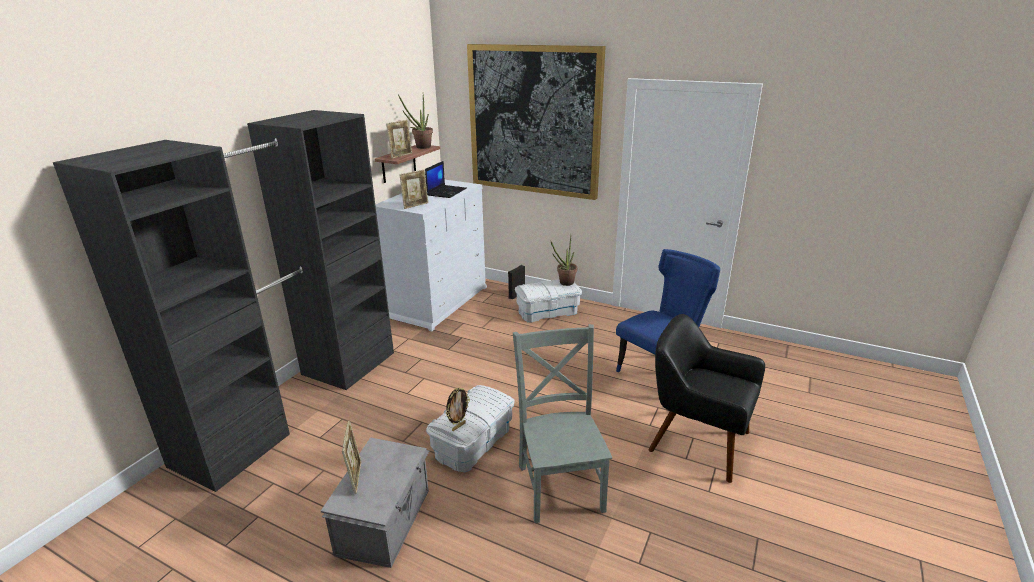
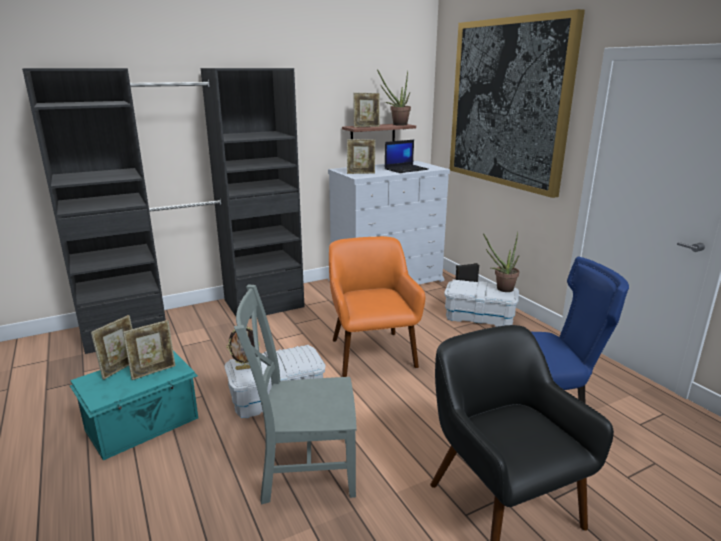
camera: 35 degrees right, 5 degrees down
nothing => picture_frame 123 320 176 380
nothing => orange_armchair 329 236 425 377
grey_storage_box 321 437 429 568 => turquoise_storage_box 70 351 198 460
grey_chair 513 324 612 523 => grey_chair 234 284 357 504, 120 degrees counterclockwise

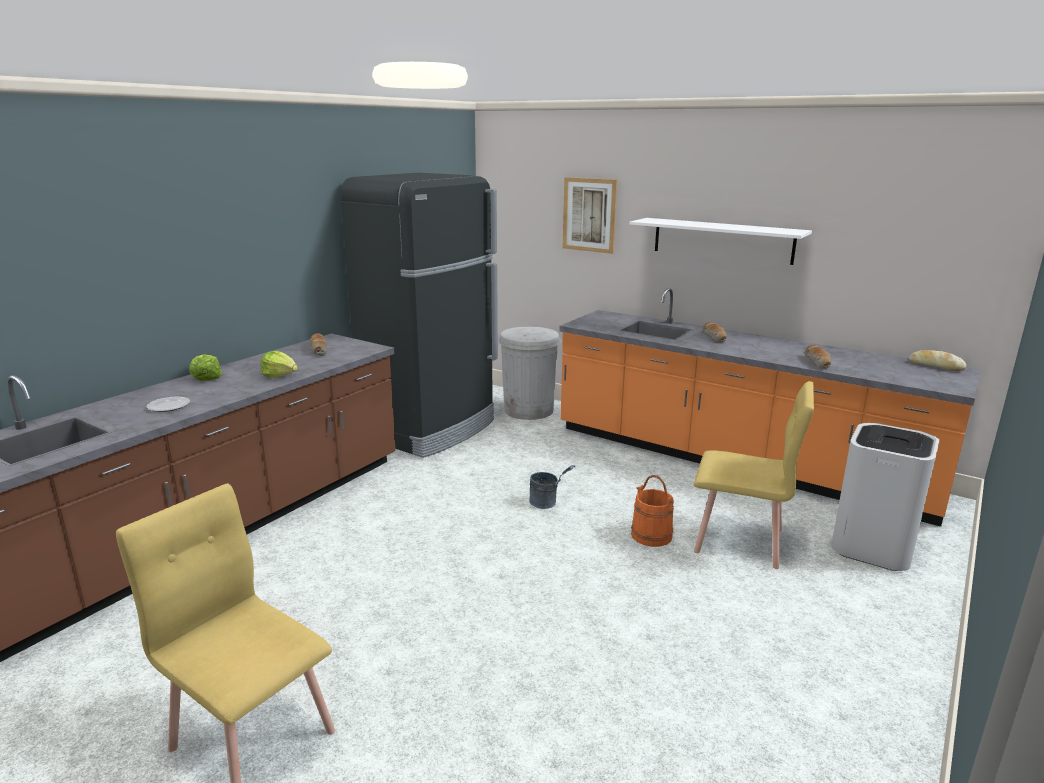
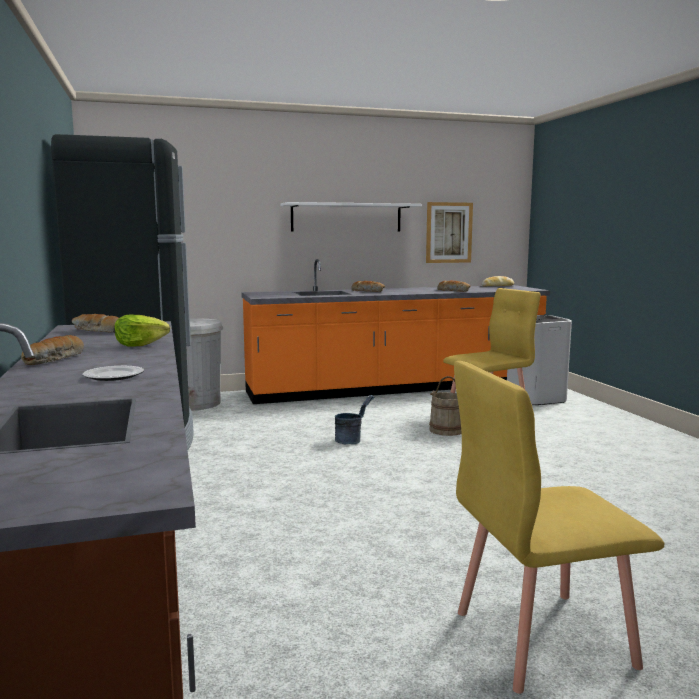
camera: 50 degrees left, 10 degrees down
picture 563 177 618 254 => picture 426 202 473 263, moved
lettuce 189 354 222 381 => bread 21 335 84 365
orange_bucket 631 475 674 547 => beige_bucket 429 376 462 436

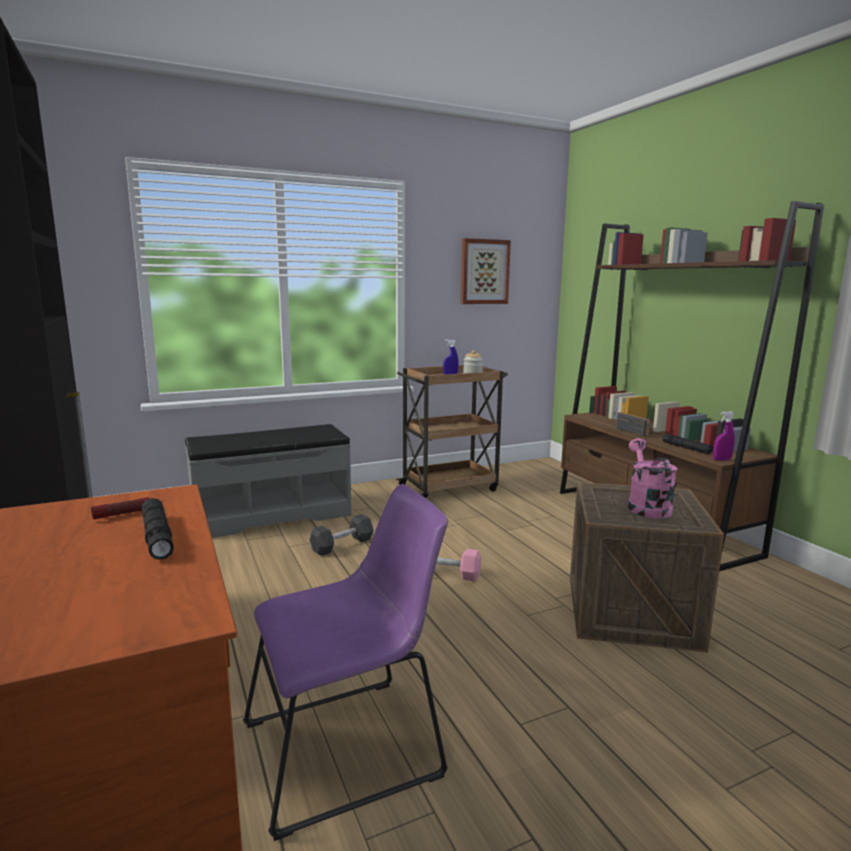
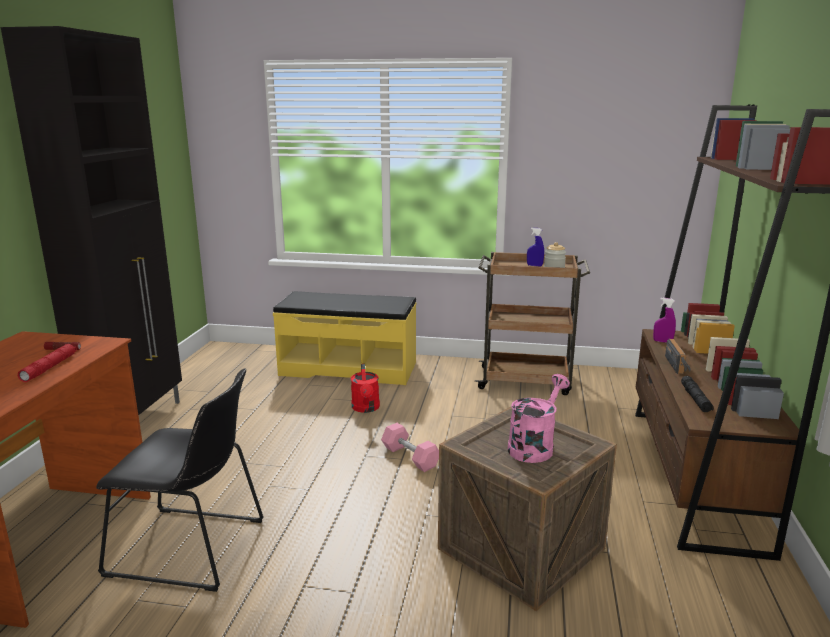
camera: 35 degrees right, 5 degrees up
picture 461 238 511 304 => nothing
purple_spray_bottle 713 412 735 460 => purple_spray_bottle 653 298 676 343, moved
grey_dumbbell 310 514 374 556 => red_watering_can 351 364 380 413
black_flashlight 141 498 174 560 => red_flashlight 18 344 77 382
grey_bench 185 424 351 538 => yellow_bench 273 291 416 385
purple_chair 243 484 448 841 => black_chair 96 368 264 592

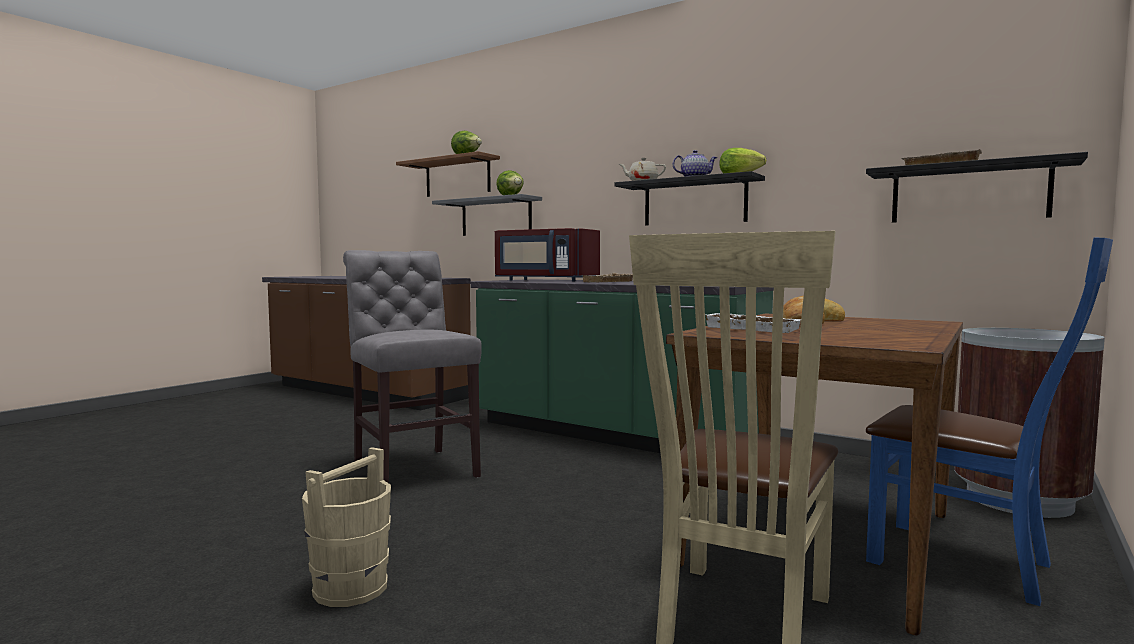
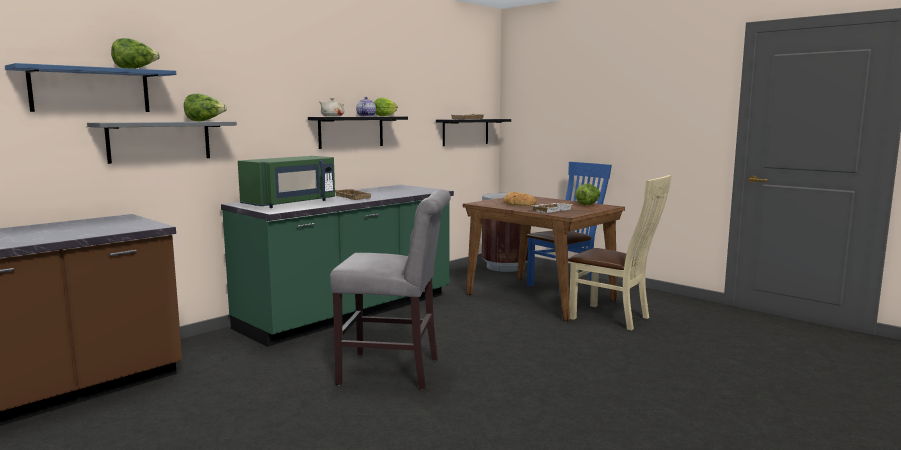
camera: 80 degrees left, 5 degrees up
beige_bucket 302 447 391 607 => nothing
nothing => lettuce 575 184 600 205
brown_shelf 396 151 500 197 => blue_shelf 5 63 176 112
red_microwave 495 228 600 282 => green_microwave 238 156 335 208
grey_chair 343 250 482 483 => grey_chair 330 189 451 390, 150 degrees counterclockwise

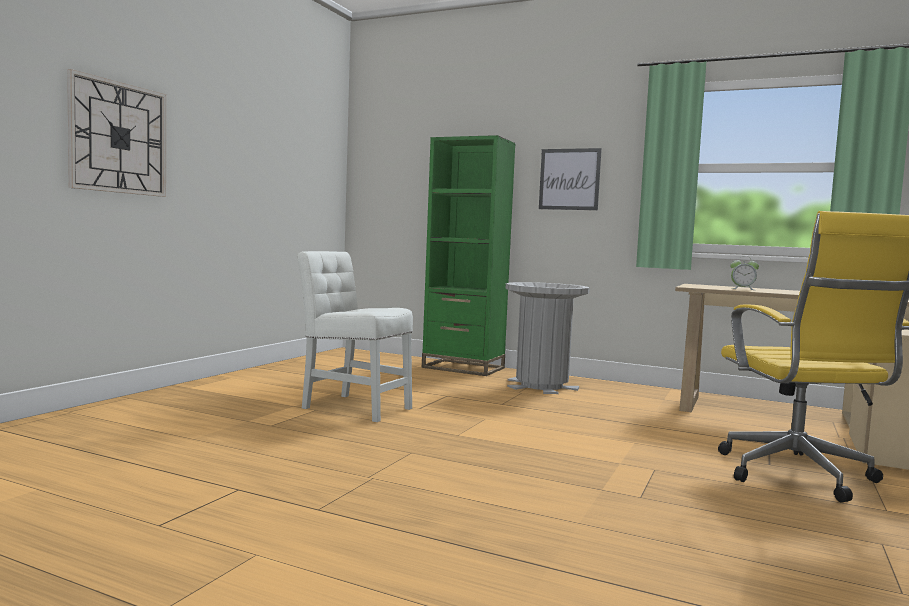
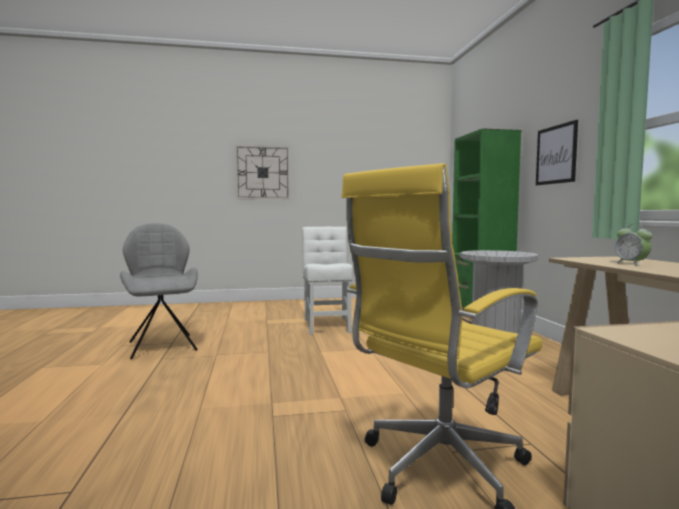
camera: 55 degrees right, 0 degrees up
nothing => grey_chair 120 223 198 359

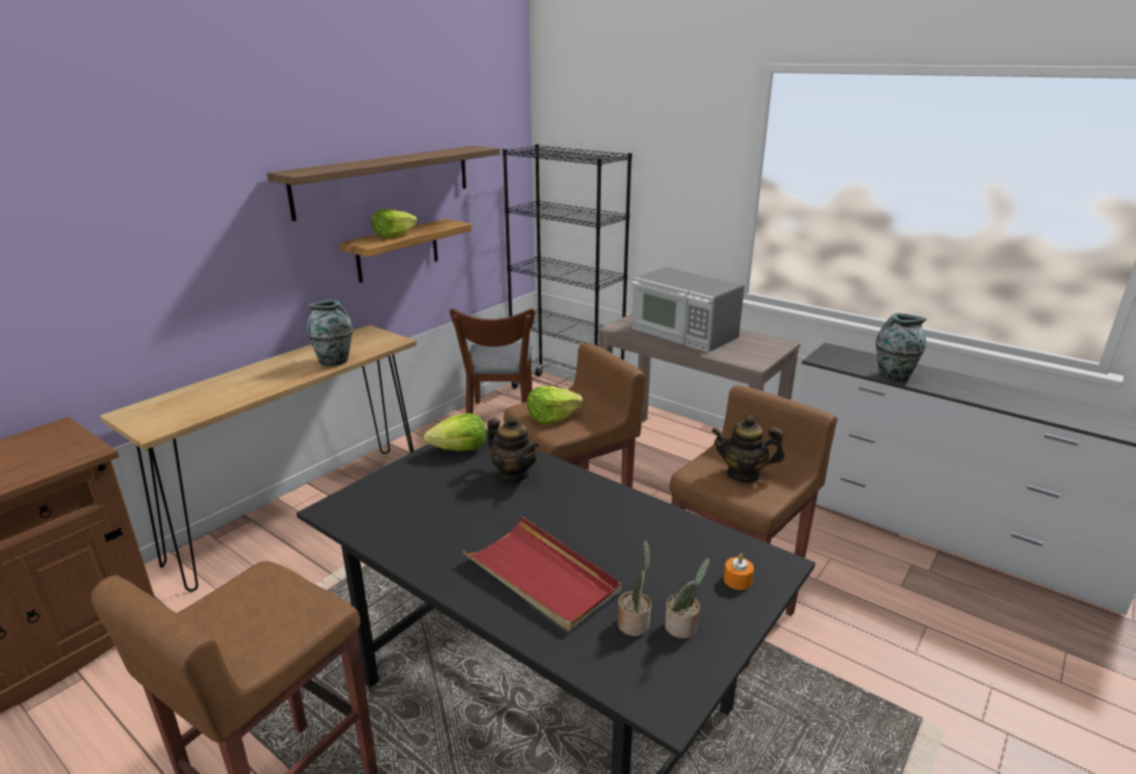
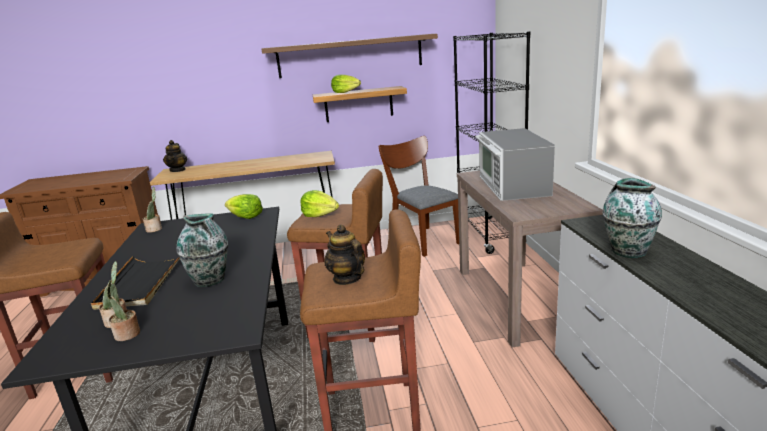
camera: 45 degrees right, 5 degrees down
orange_candle 724 554 754 590 => nothing
nothing => potted_plant 143 187 162 233
vase 307 299 353 366 => vase 177 213 228 287, moved
teapot 487 416 539 482 => teapot 163 140 187 172, moved
red_tray 462 516 622 631 => black_tray 91 256 180 310
brown_chair 450 308 535 414 => brown_chair 378 136 459 257, 105 degrees clockwise

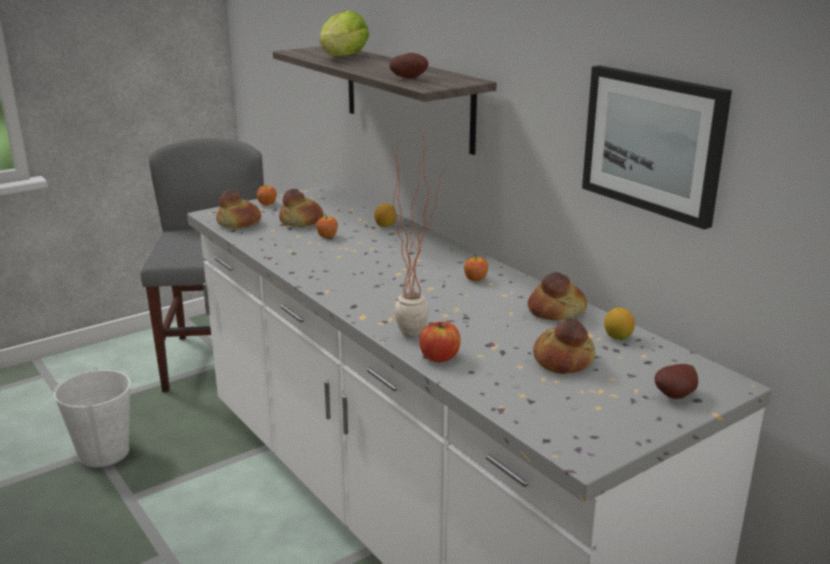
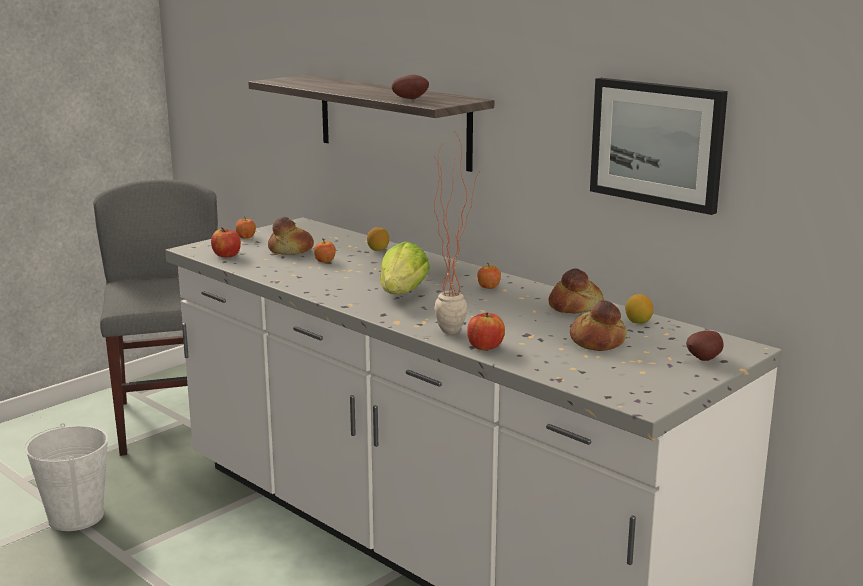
camera: 10 degrees left, 5 degrees down
lettuce 320 10 369 56 => lettuce 380 242 430 295, moved
bread 216 190 261 228 => apple 211 227 241 257

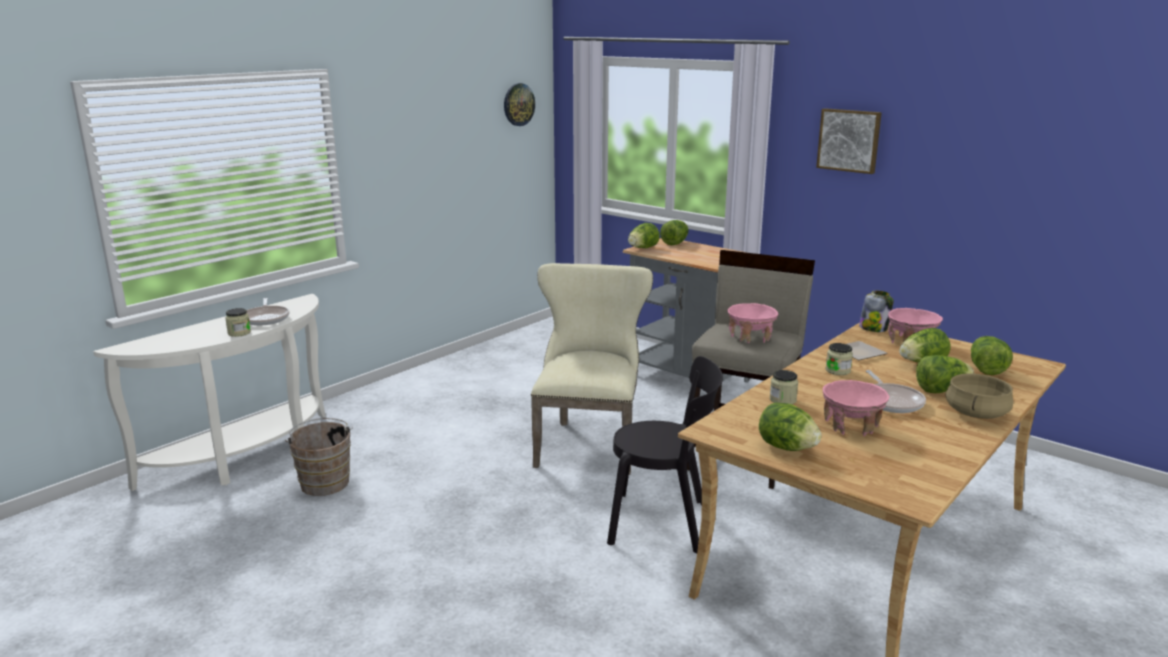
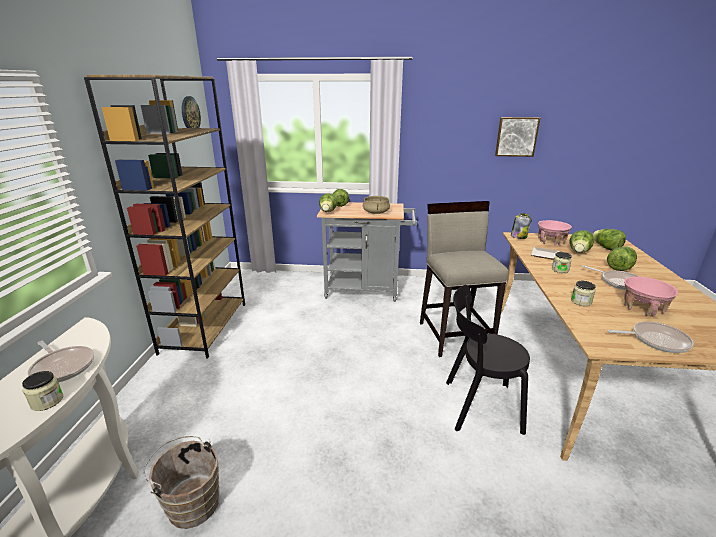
camera: 35 degrees left, 5 degrees up
beige_chair 531 263 653 475 => nothing
pink_bowl 727 303 778 343 => nothing
nothing => brown_bookcase 84 75 245 359
picture 816 108 882 174 => picture 495 117 540 157, moved
beige_cooking_pot 945 373 1013 419 => beige_cooking_pot 363 196 390 214, moved
lettuce 759 402 821 451 => frying_pan 607 321 694 353
black_chair 607 356 723 554 => black_chair 446 285 530 435, 150 degrees counterclockwise

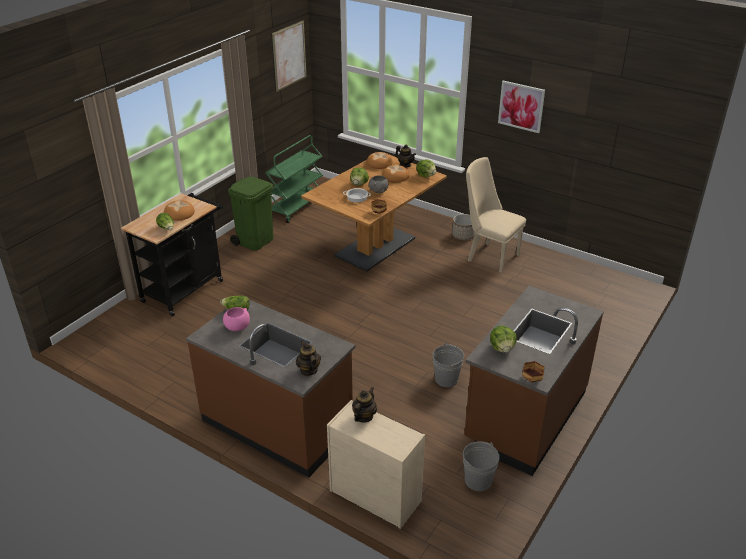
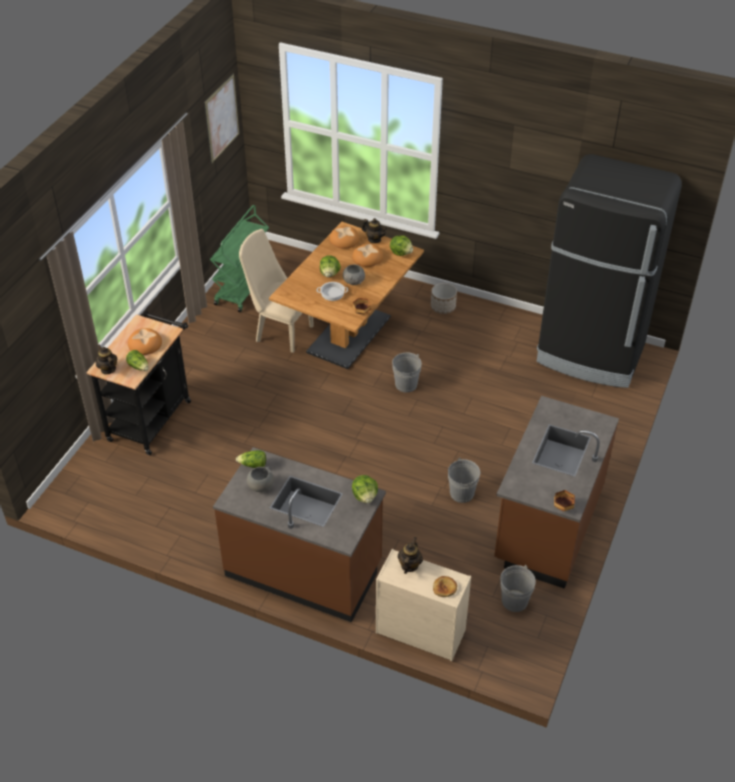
camera: 10 degrees left, 10 degrees up
green_trash_can 228 176 274 251 => nothing
picture 498 81 545 133 => nothing
nothing => grey_bucket 392 352 422 393
nothing => bread 433 576 457 597
nothing => black_fridge 537 154 682 388
teapot 296 340 321 376 => teapot 96 344 117 375, moved
beige_chair 466 157 526 273 => beige_chair 239 229 314 353, moved
lettuce 490 325 516 353 => lettuce 352 475 378 504, moved
pink_bowl 223 307 250 331 => grey_bowl 247 466 274 492

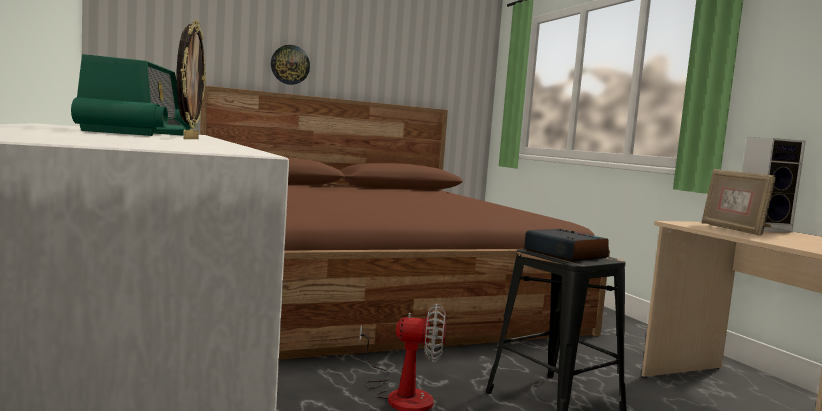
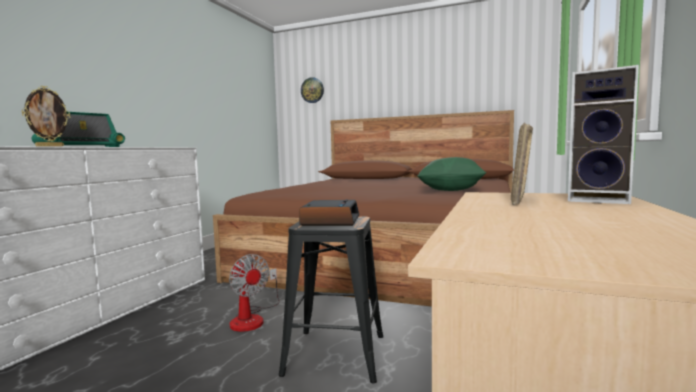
camera: 45 degrees right, 0 degrees up
nothing => green_pillow 418 157 486 191
wall_clock 271 45 310 85 => wall_clock 301 77 324 103, moved

